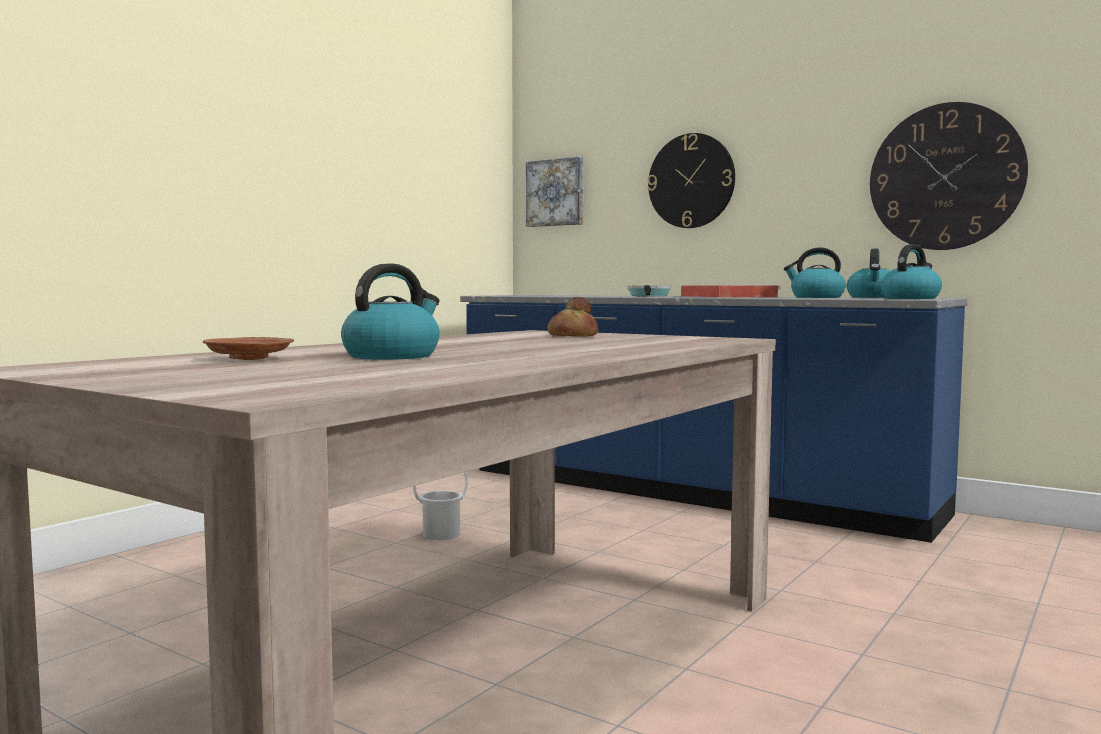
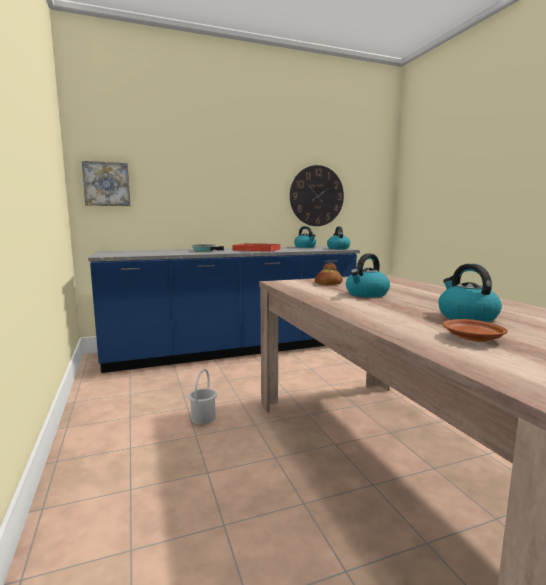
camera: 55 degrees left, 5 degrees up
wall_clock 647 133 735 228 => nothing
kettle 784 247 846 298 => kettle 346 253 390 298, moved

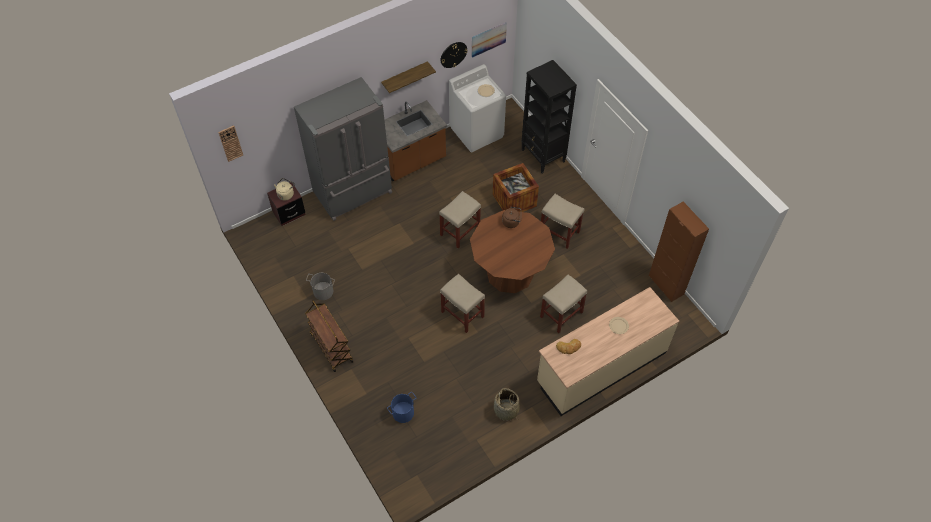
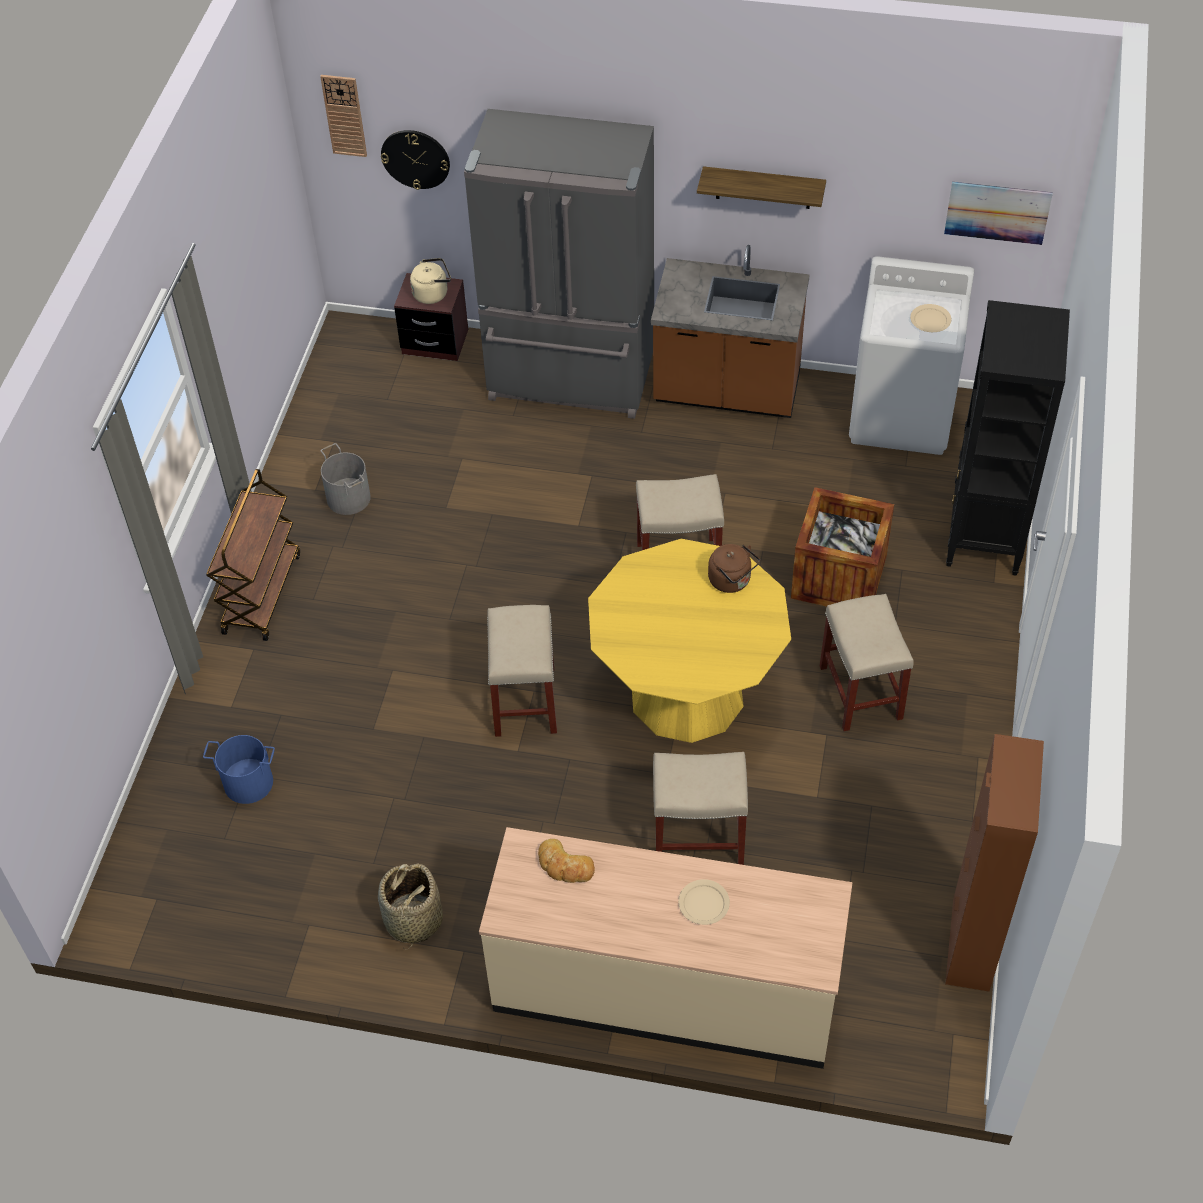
camera: 45 degrees right, 5 degrees down
wall_clock 440 42 468 68 => wall_clock 381 130 450 190, moved
brown_dining_table 470 210 555 293 => yellow_dining_table 588 539 791 743

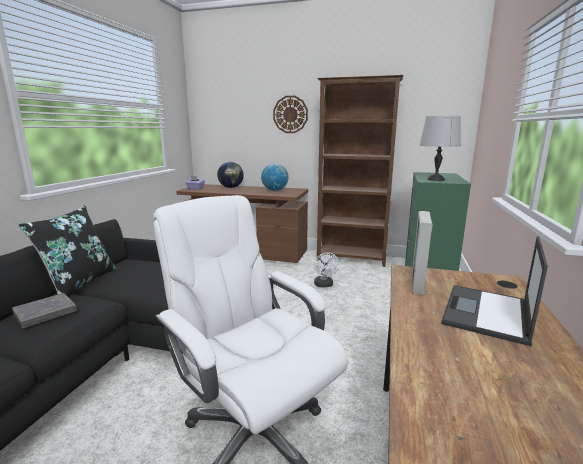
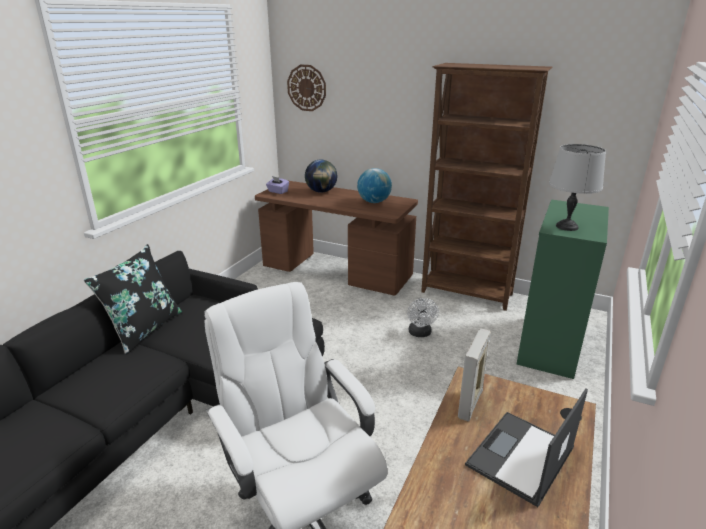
camera: 10 degrees right, 10 degrees up
grey_book 12 293 77 328 => nothing
wall_clock 273 96 308 133 => wall_clock 287 65 326 111, moved

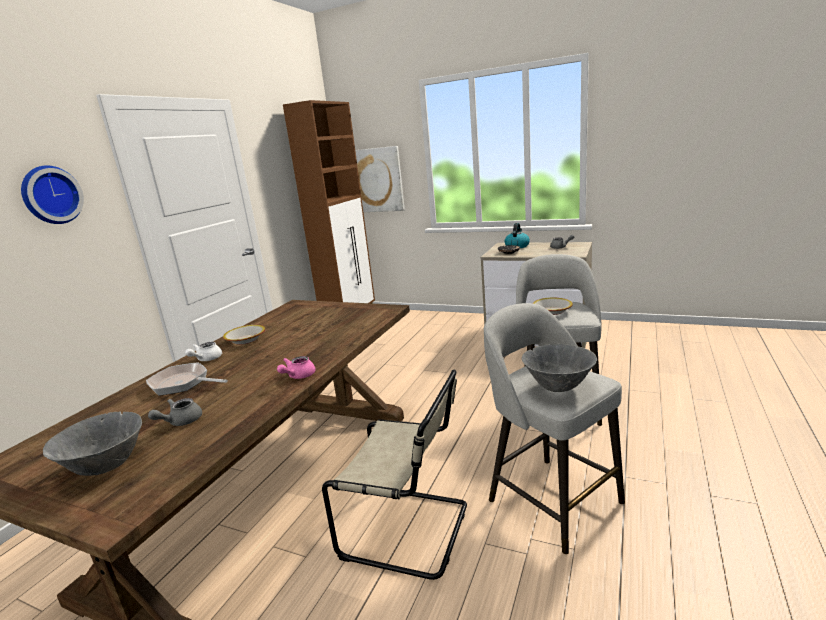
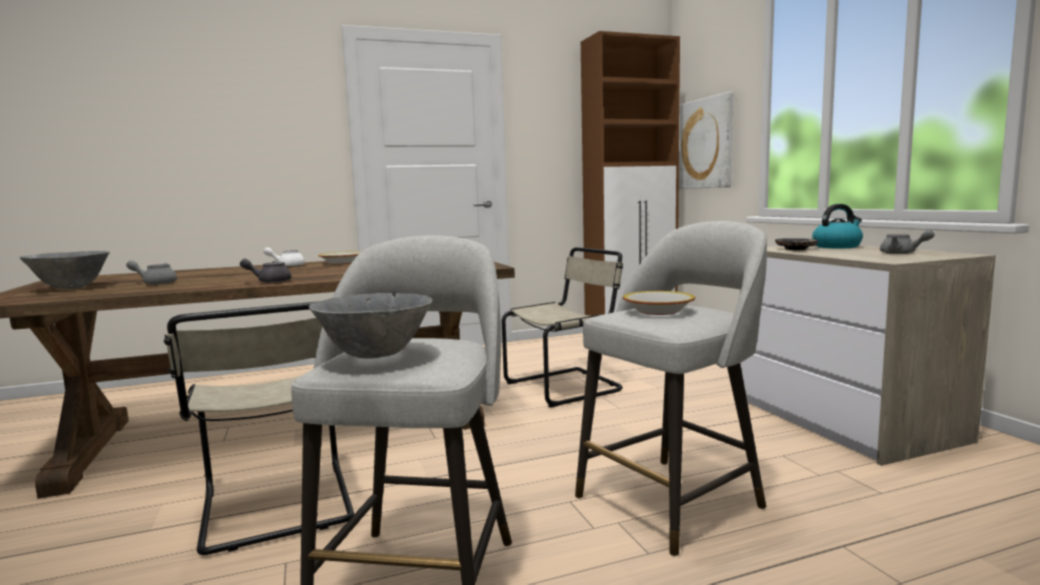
camera: 45 degrees right, 10 degrees down
wall_clock 21 165 84 224 => nothing
frying_pan 146 362 228 396 => nothing
nothing => beige_chair 502 247 623 407
pink_teapot 277 356 315 379 => grey_teapot 240 259 291 283

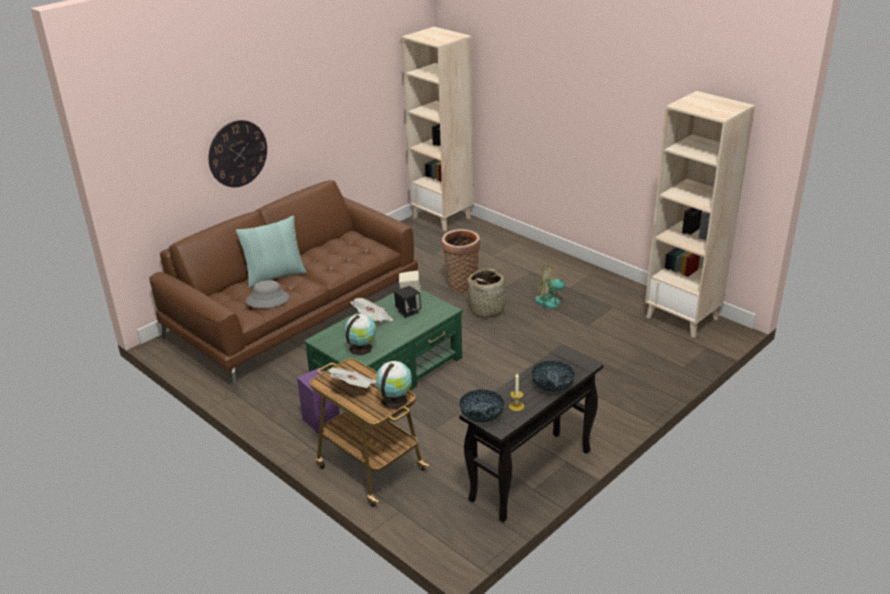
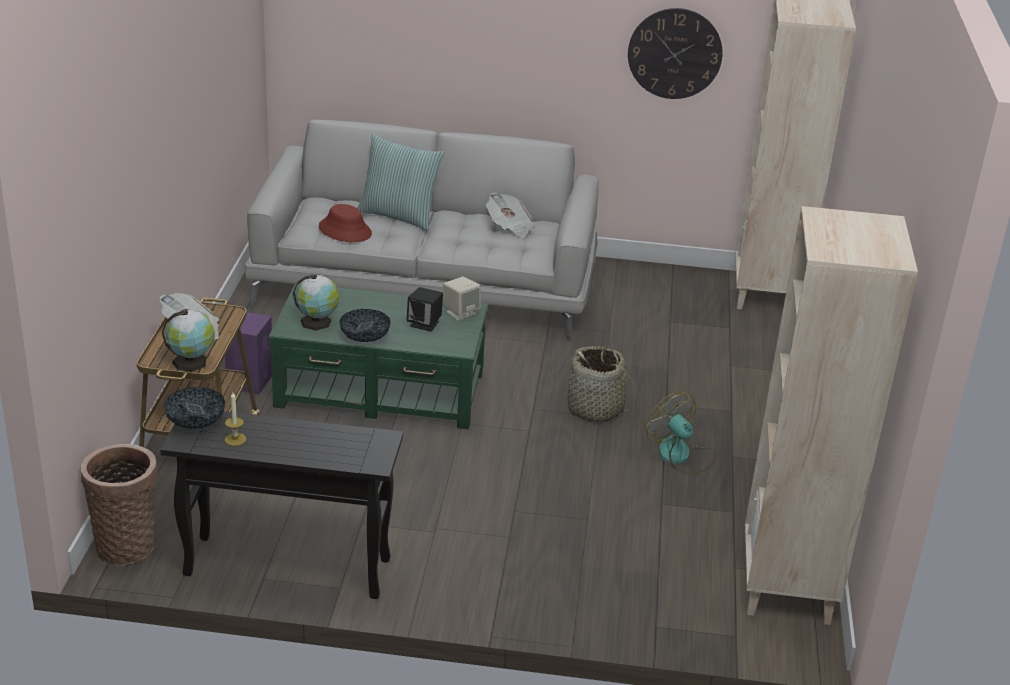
camera: 50 degrees right, 0 degrees up
wall_clock 209 120 267 188 => wall_clock 628 8 722 99, moved
newspaper 350 298 393 322 => newspaper 486 192 534 238, moved
basket 442 229 480 293 => basket 81 444 158 566, moved
bowl 532 361 575 391 => bowl 339 309 391 342, moved
brown_sofa 149 180 418 390 => grey_sofa 245 120 599 341
grey_hat 246 280 289 308 => red_hat 319 204 372 242

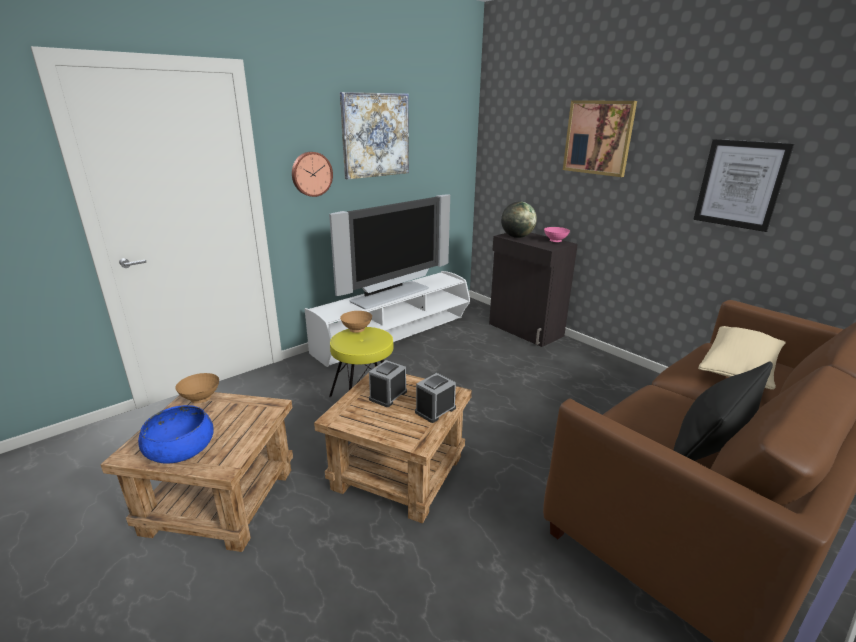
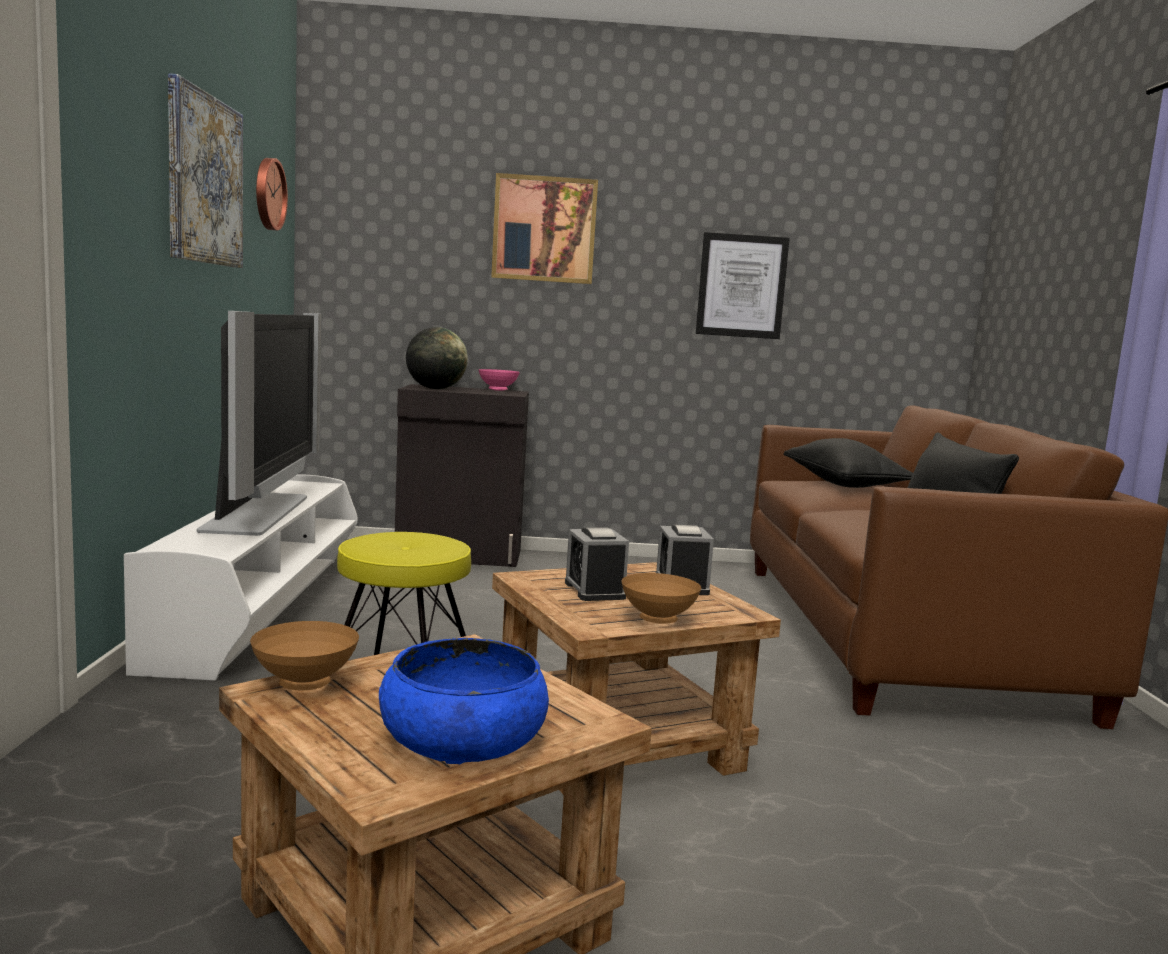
camera: 50 degrees left, 15 degrees down
wall_clock 292 152 333 197 => wall_clock 256 158 288 230, moved
brown_bowl 340 311 372 333 => brown_bowl 621 573 701 624, moved
beige_pillow 698 326 786 390 => black_pillow 784 438 913 488

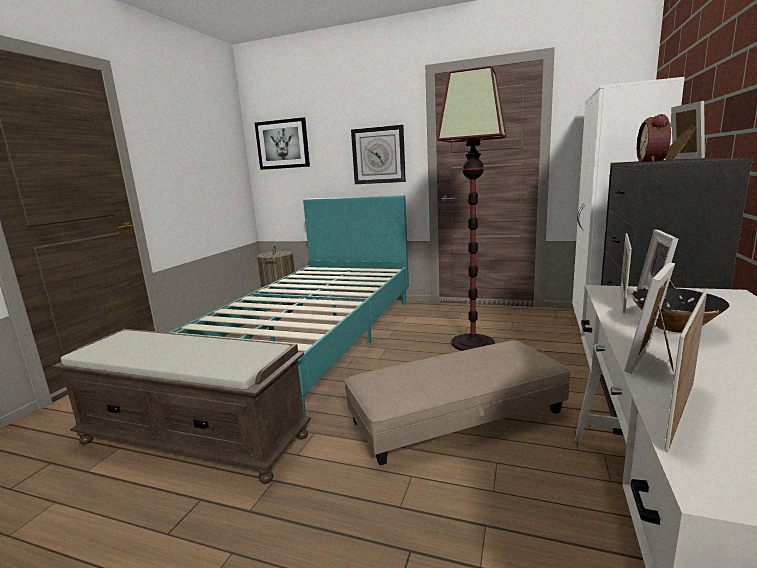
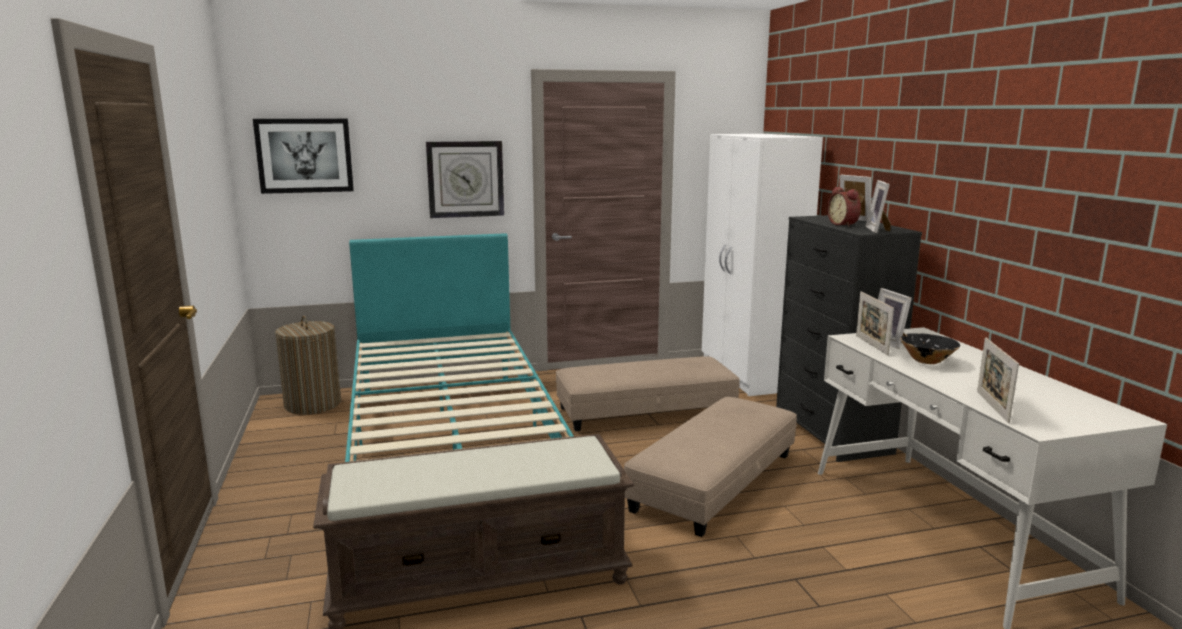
camera: 35 degrees left, 0 degrees up
picture_frame 624 262 675 373 => picture_frame 866 180 891 233, moved
floor_lamp 437 66 506 351 => beige_ottoman 556 357 740 431

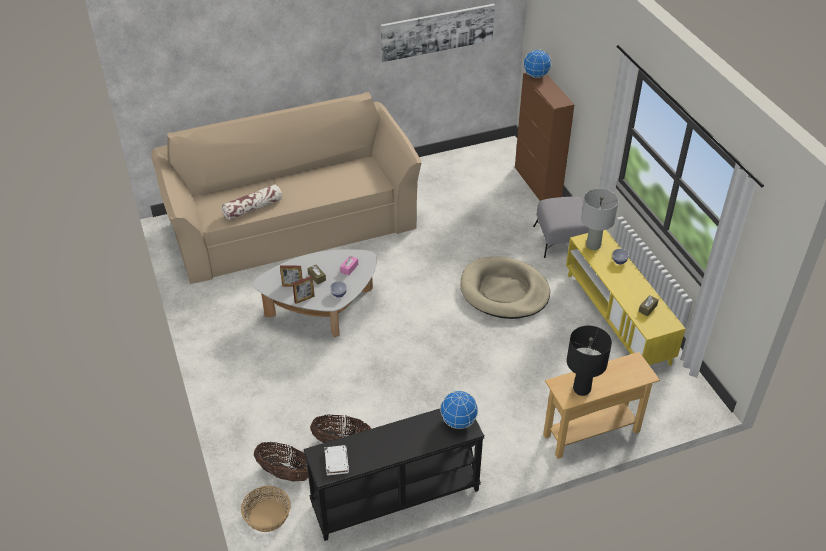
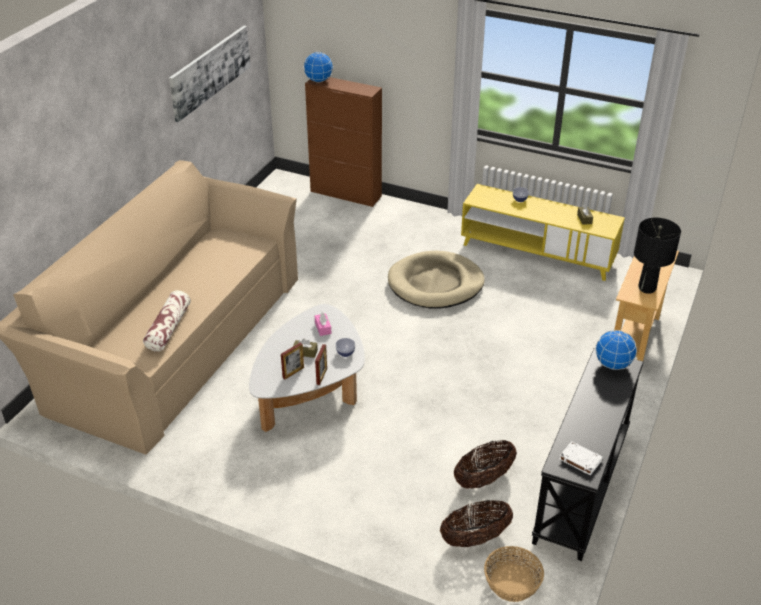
camera: 45 degrees left, 5 degrees down
grey_ottoman 533 197 589 258 => nothing
grey_table_lamp 581 189 619 250 => nothing

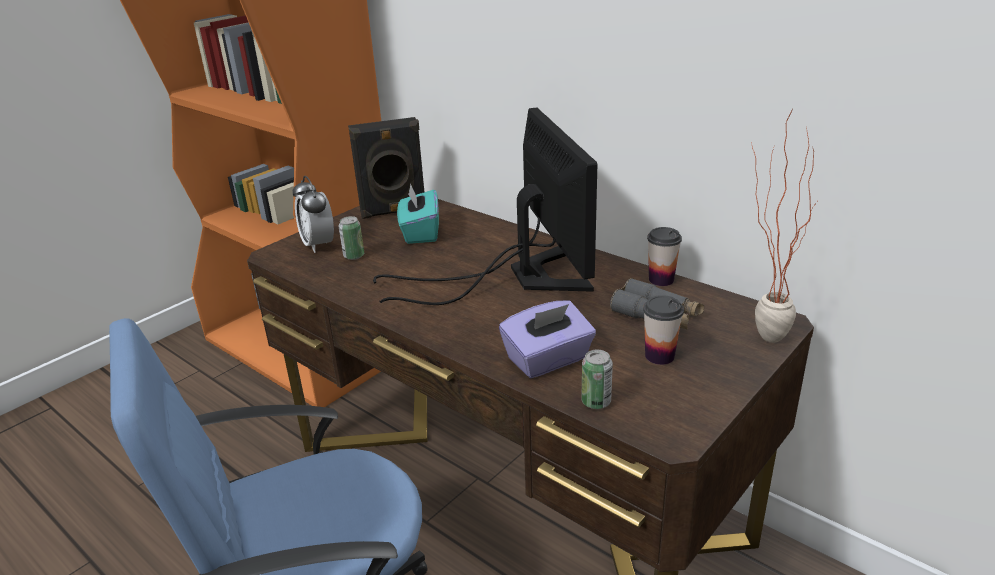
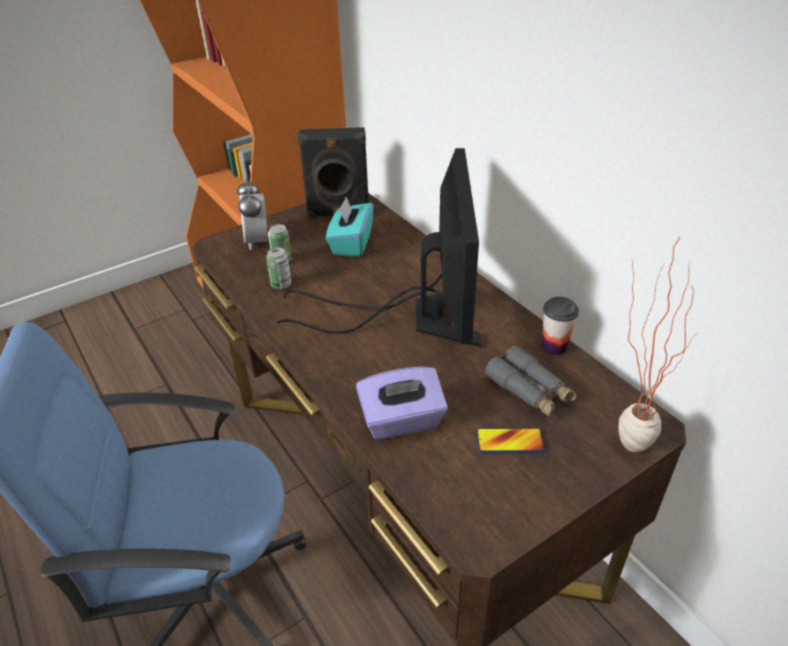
camera: 15 degrees right, 10 degrees up
can 582 350 613 409 => can 266 247 291 289, moved
cup 643 295 684 365 => phone 477 428 545 453

